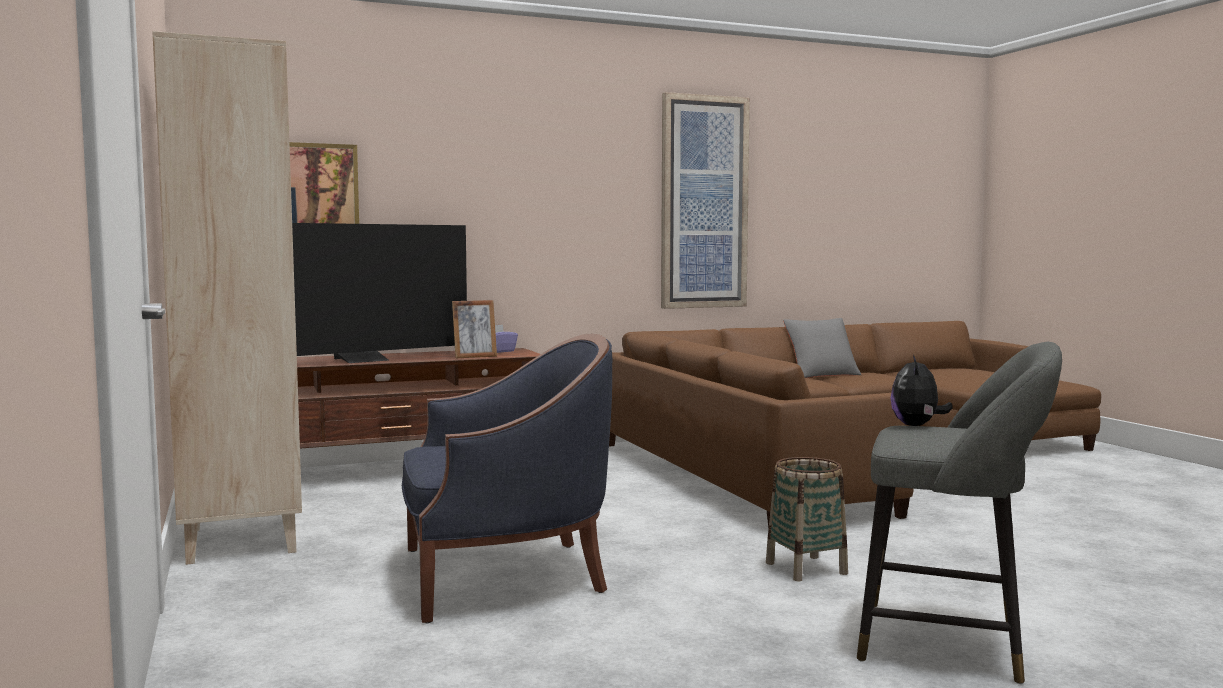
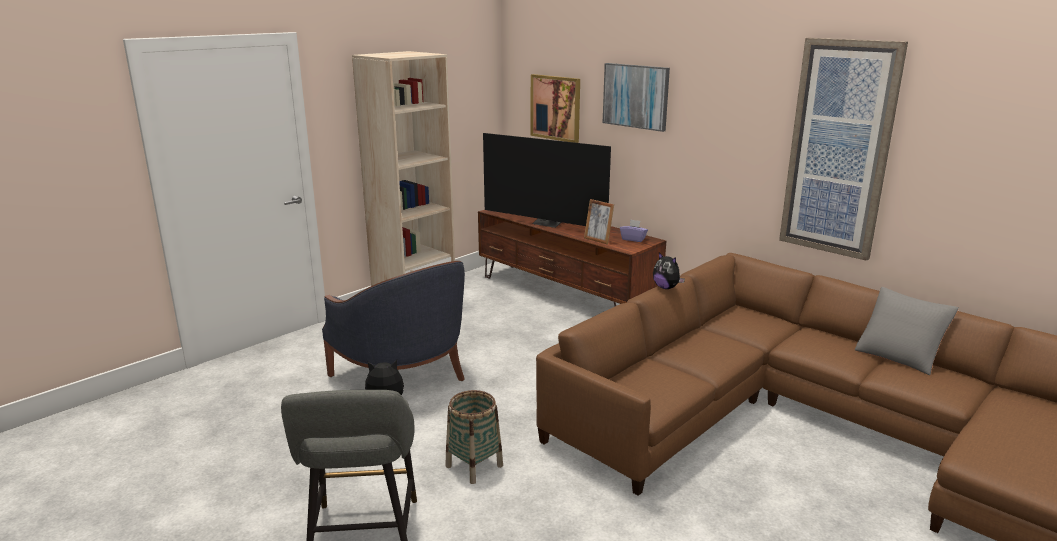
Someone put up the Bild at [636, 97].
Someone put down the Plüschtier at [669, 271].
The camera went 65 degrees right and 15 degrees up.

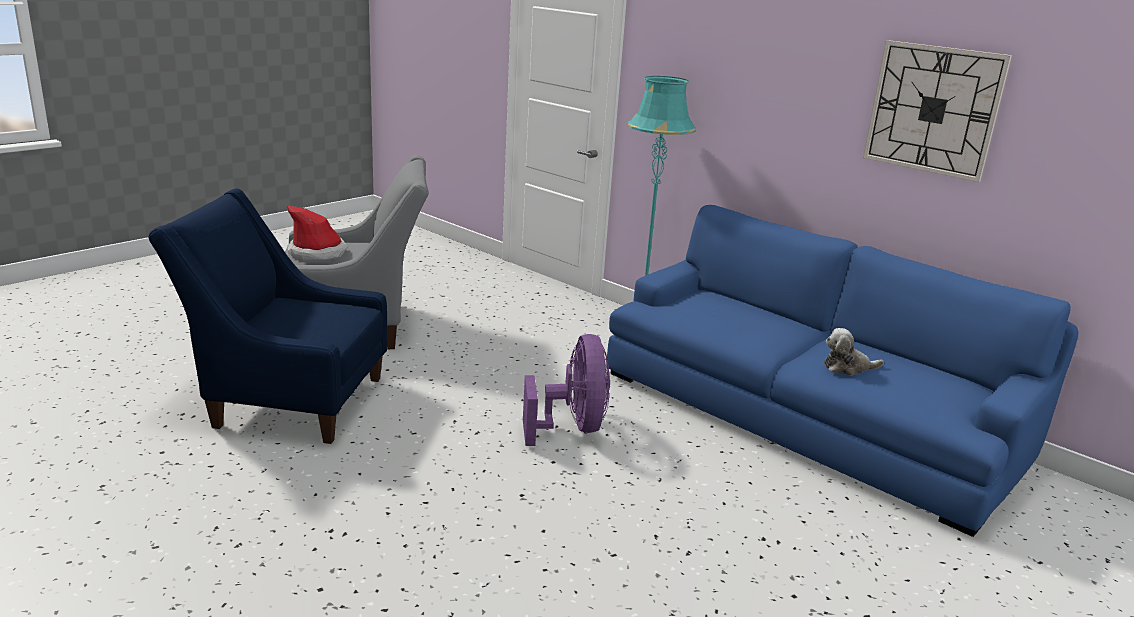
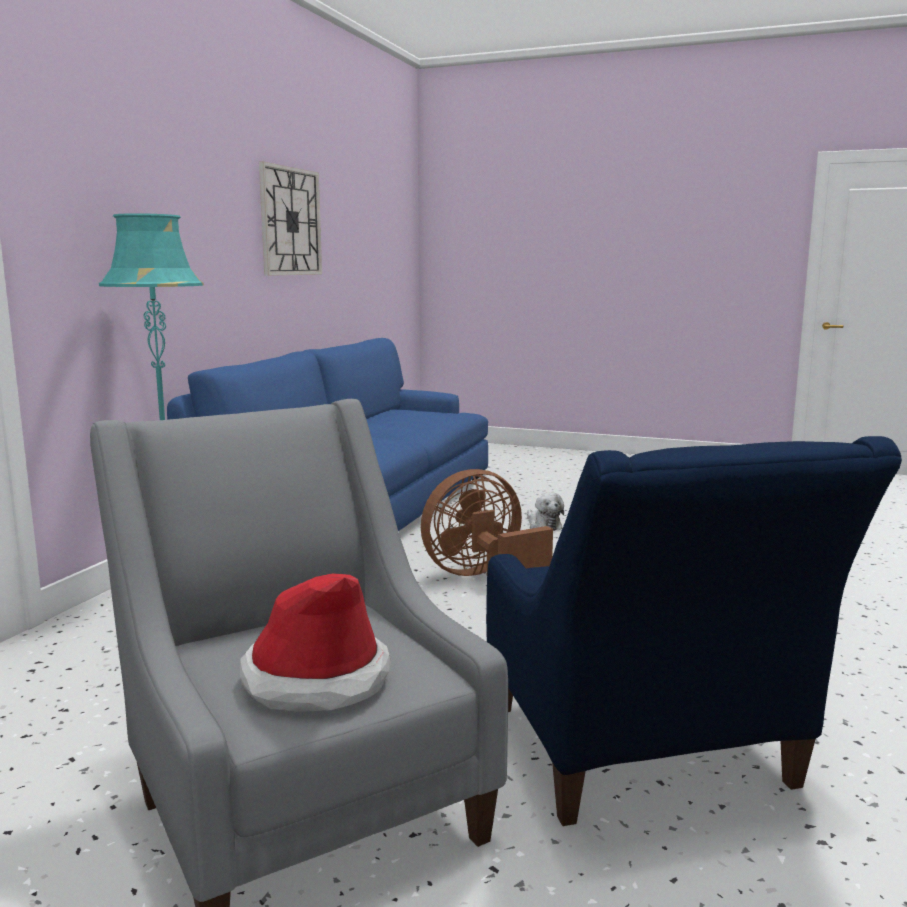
Someone carried the Plüschtier from [854, 352] to [545, 512].
Someone repainted the Ventilator [lila] at [566, 390], which became the Ventilator [braun] at [487, 522].
The camera went 110 degrees left and 10 degrees down.

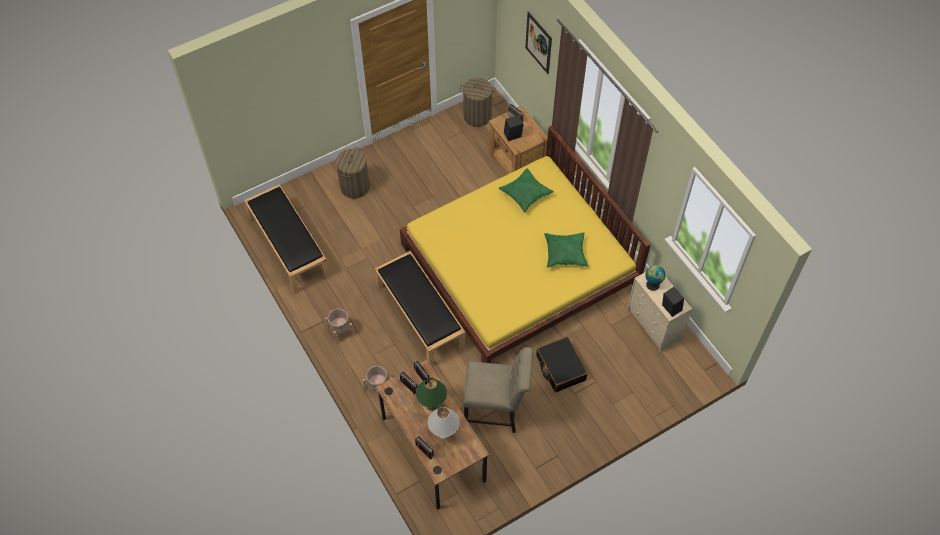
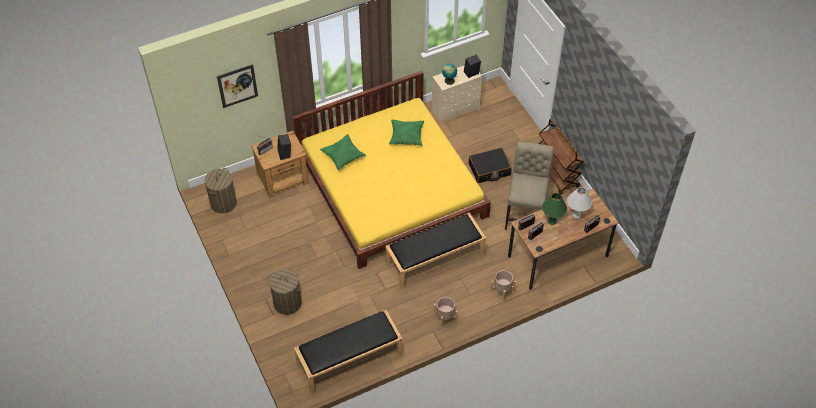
Someone put down the Rollwagen [braun] at [561, 157].
The camera went 85 degrees left and 5 degrees down.

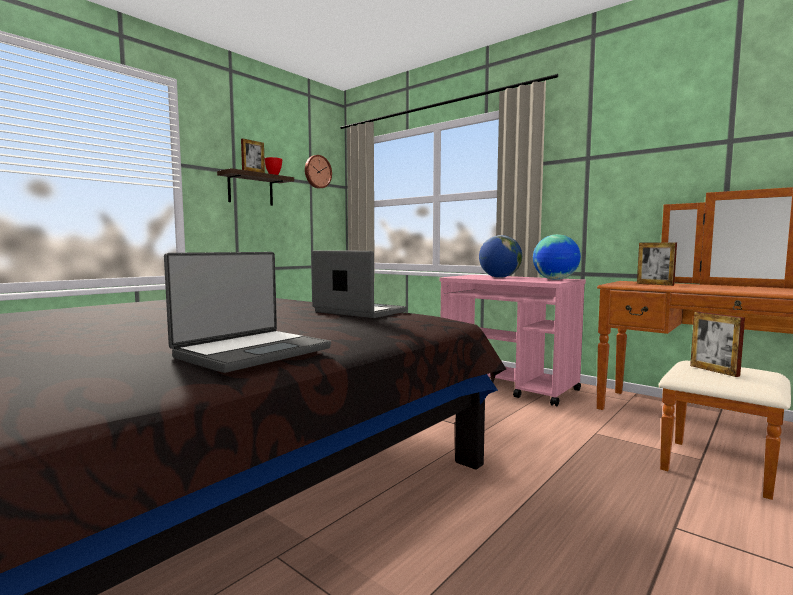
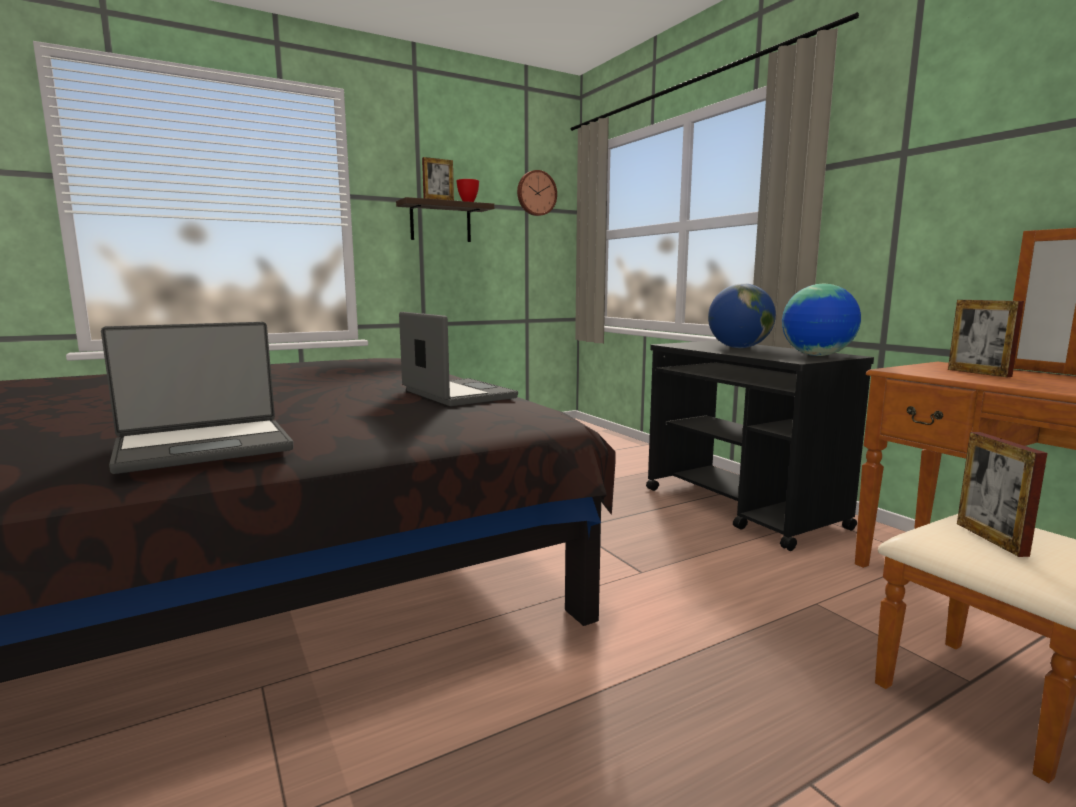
Someone repainted the Rollwagen [rosa] at [512, 341], which became the Rollwagen [schwarz] at [760, 445].
The camera went 20 degrees right and 5 degrees up.

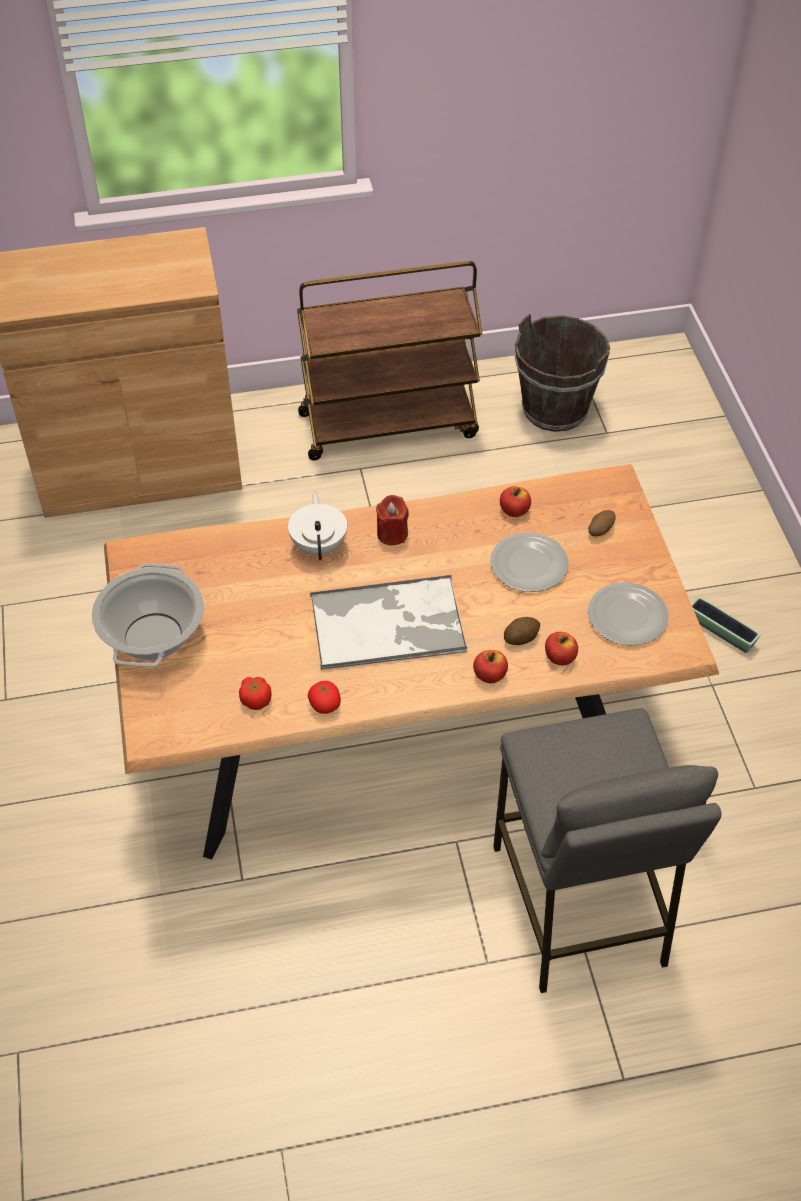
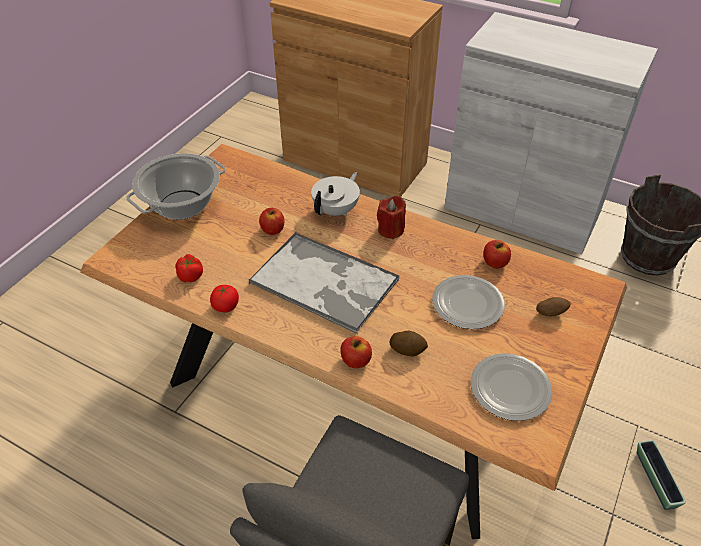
Someone swapped the Rollwagen [braun] at [389, 360] for the Schrank [weiß] at [551, 133].
Someone carried the Apfel from [561, 648] to [271, 221].
The camera went 40 degrees right and 5 degrees down.

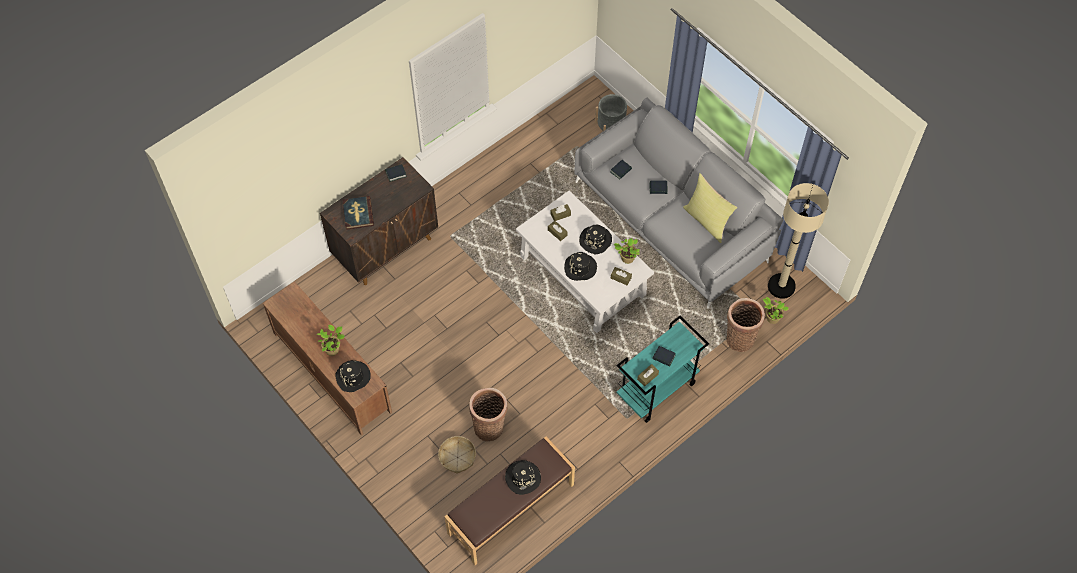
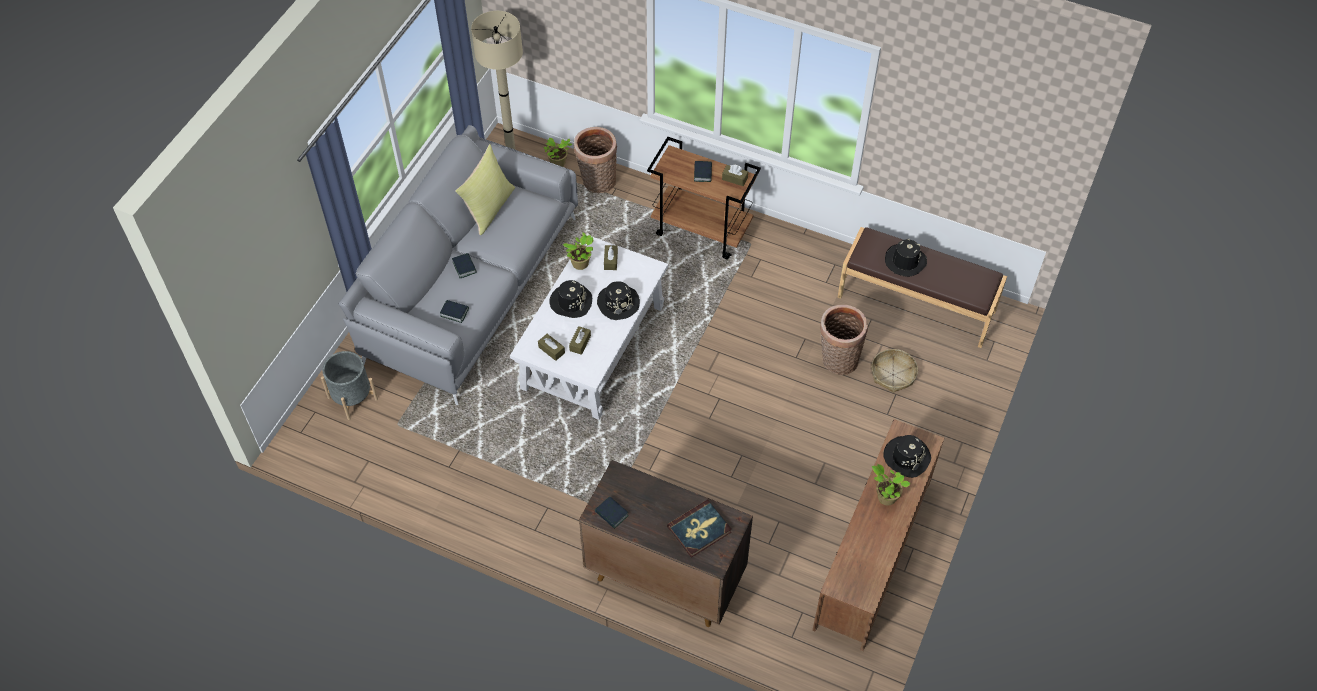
Someone repainted the Rollwagen [türkis] at [663, 369], which became the Rollwagen [braun] at [704, 198].
The camera went 115 degrees left and 5 degrees down.

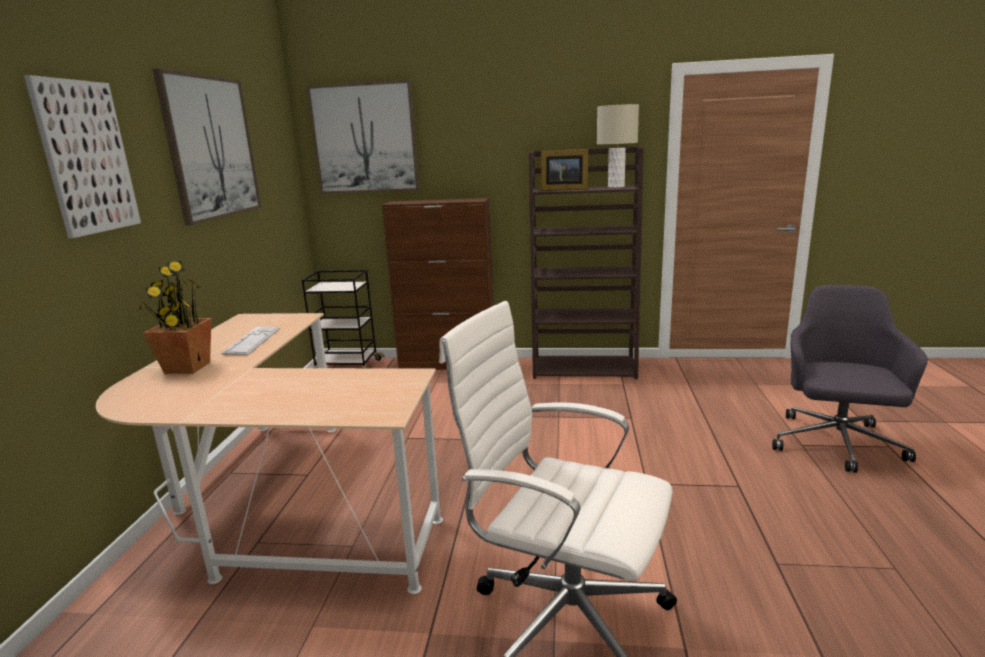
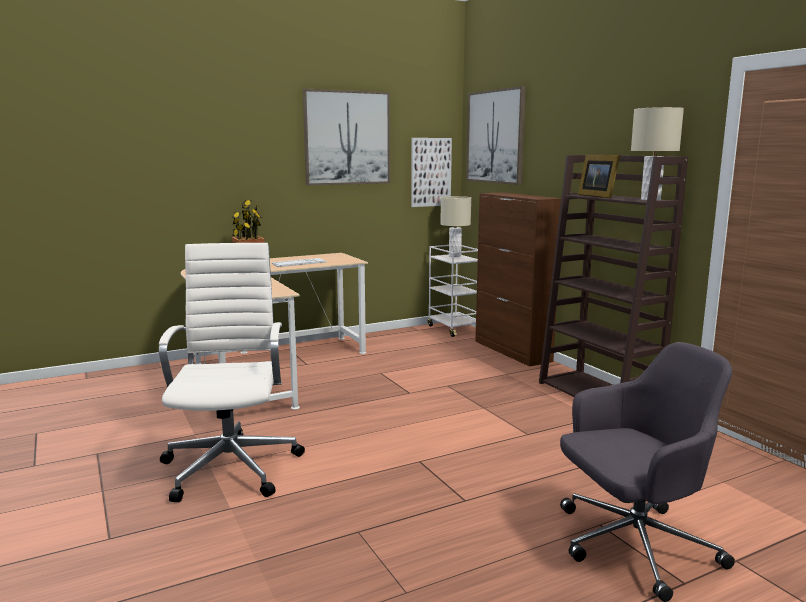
Someone carried the Bild from [82, 156] to [431, 172].
Someone repainted the Rollwagen [schwarz] at [343, 319], which became the Rollwagen [weiß] at [452, 291].
Someone put down the Tischlampe [beige] at [455, 226].
The camera went 55 degrees right and 5 degrees down.

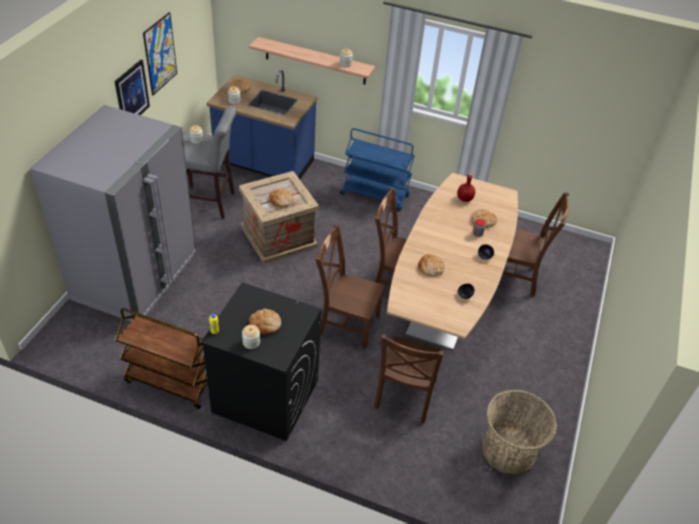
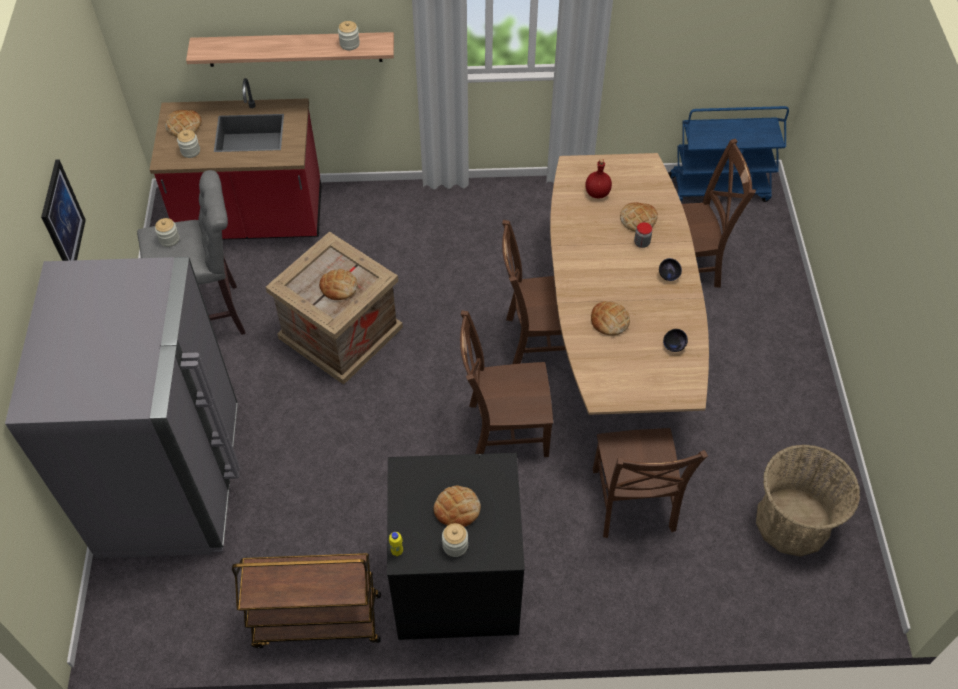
Someone took away the Bild at [160, 53].
Someone repainted the Küchenzeile [blau] at [262, 124], which became the Küchenzeile [rot] at [236, 159].
Someone carried the Rollwagen [blau] from [377, 169] to [729, 154].
The camera went 20 degrees left and 10 degrees up.

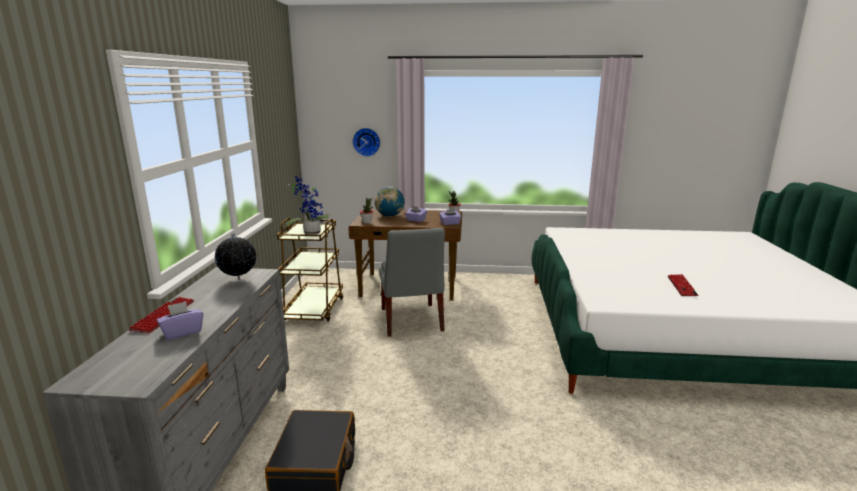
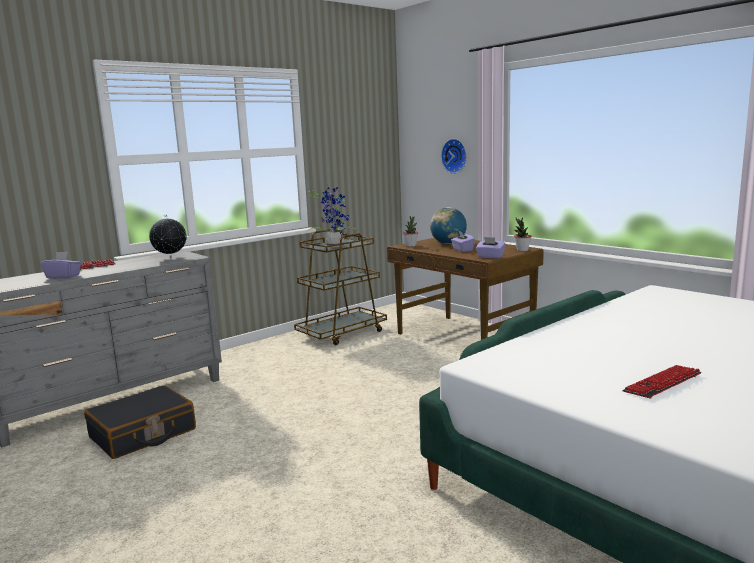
Someone took away the Stuhl [grau] at [412, 282].
The camera went 45 degrees right and 5 degrees down.

